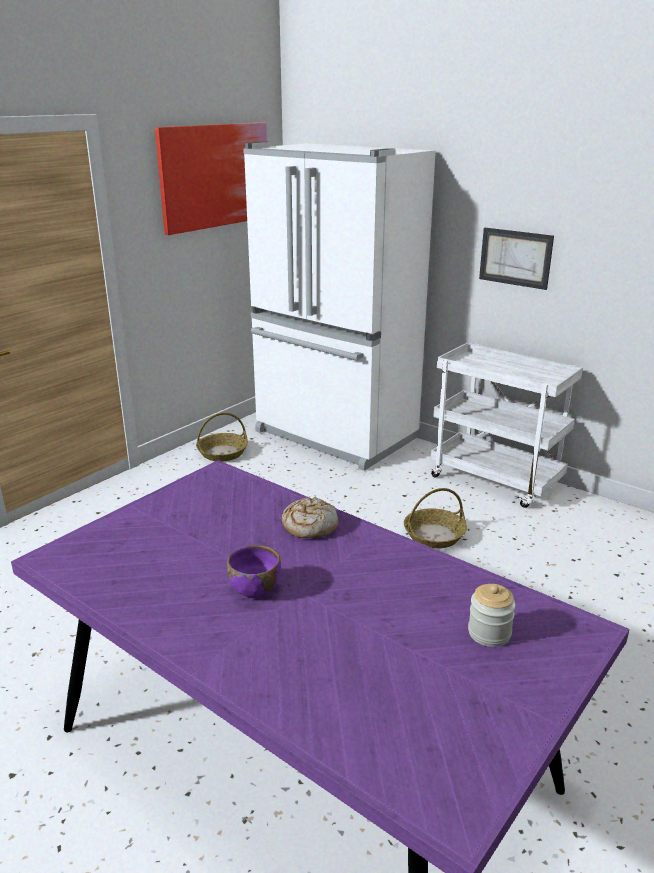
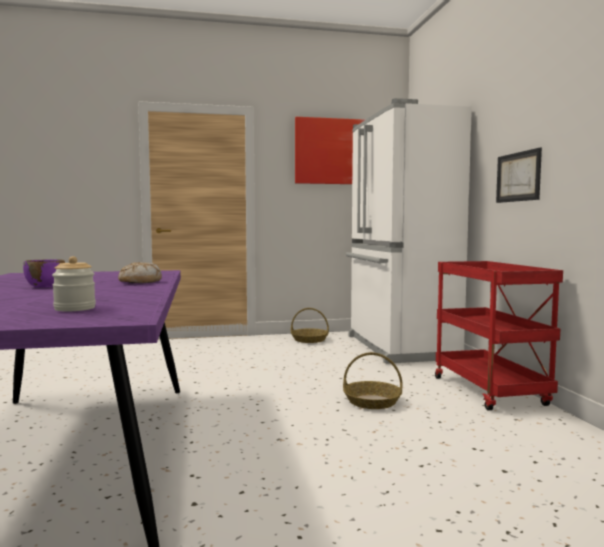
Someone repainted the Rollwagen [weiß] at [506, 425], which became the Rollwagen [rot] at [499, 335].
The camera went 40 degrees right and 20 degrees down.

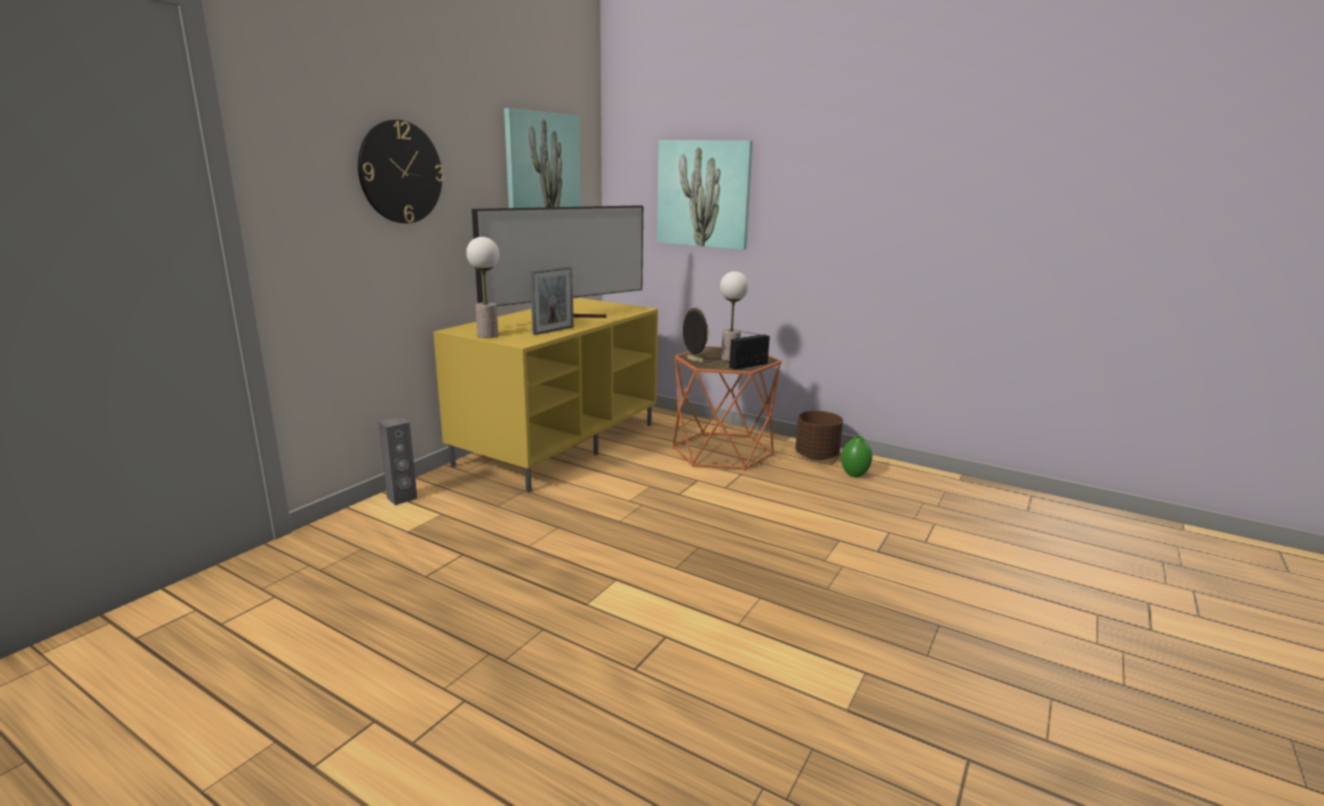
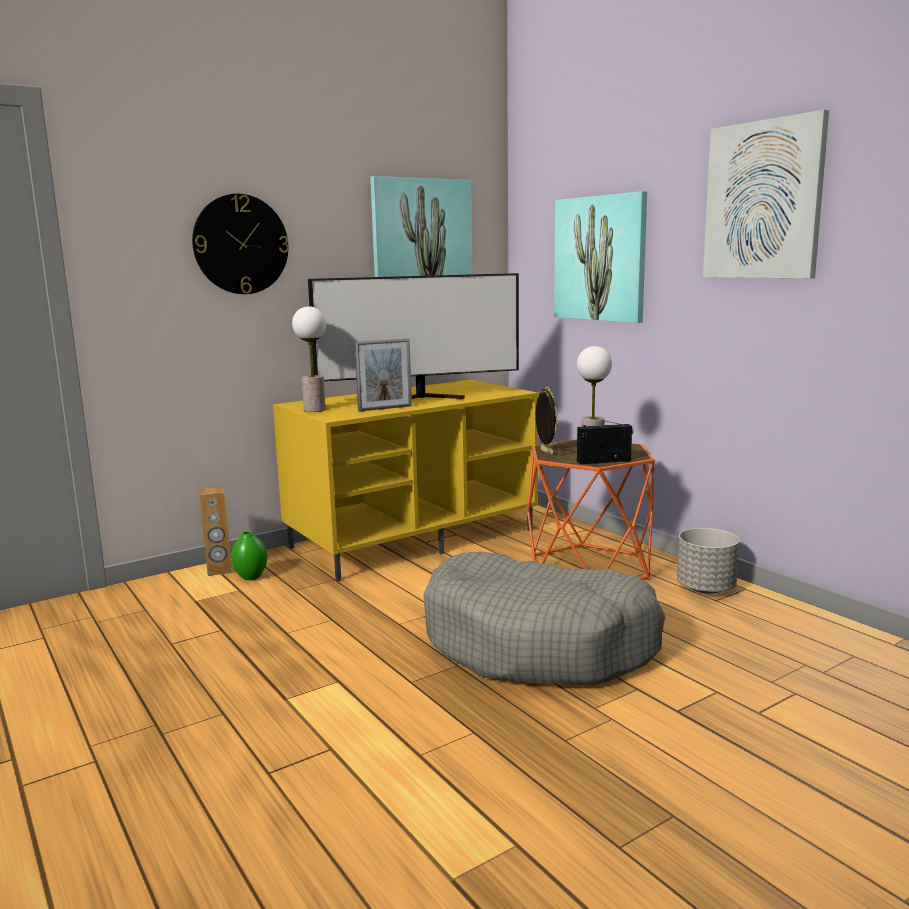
Someone repainted the Pflanzkübel [braun] at [819, 435], which became the Pflanzkübel [grau] at [708, 561].
Someone repainted the Lautsprecher [grau] at [398, 461], which became the Lautsprecher [braun] at [216, 531].
Someone carried the Vase [grün] from [856, 456] to [249, 555].
Someone put up the Bild at [766, 194].
Someone put down the Hundebett [grau] at [544, 618].
The camera went 25 degrees right and 5 degrees down.

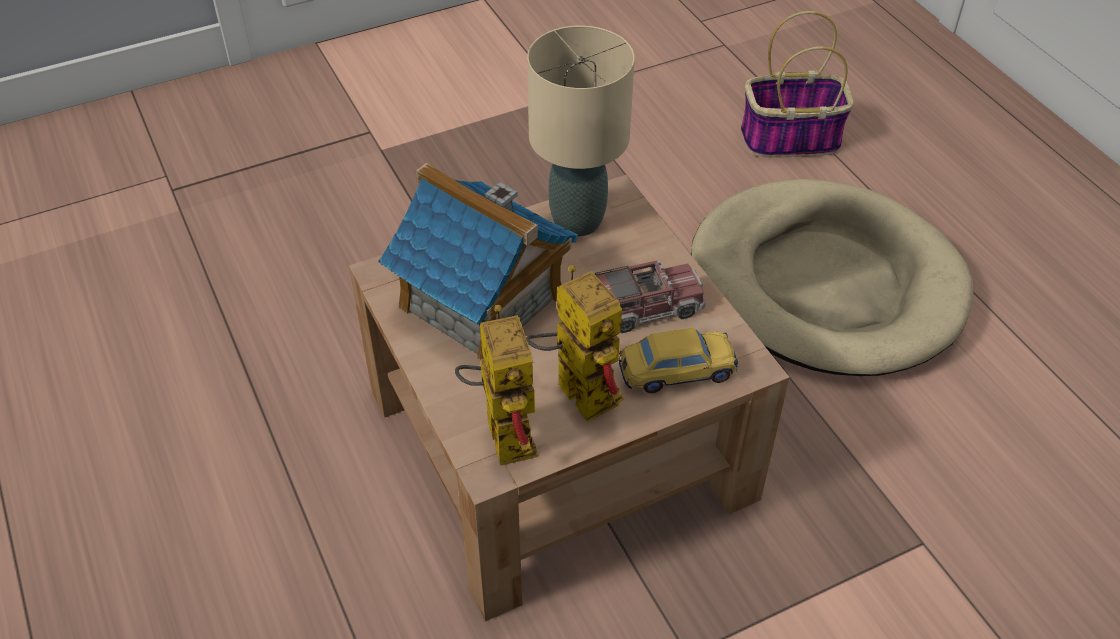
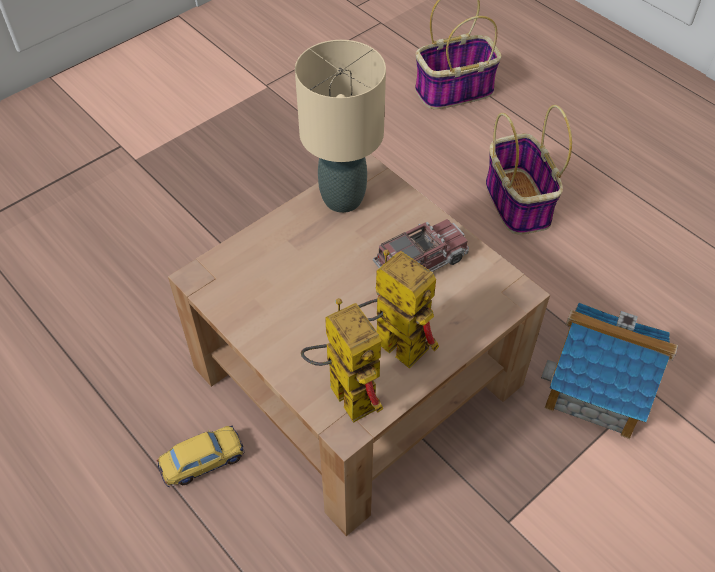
Someone carried the Spielzeughaus from [478, 262] to [609, 371].
Someone swapped the Hundebett [beige] at [832, 277] for the Korb at [529, 170].
Someone carried the Spielzeugauto from [678, 360] to [200, 456].
The camera went 15 degrees left and 5 degrees up.

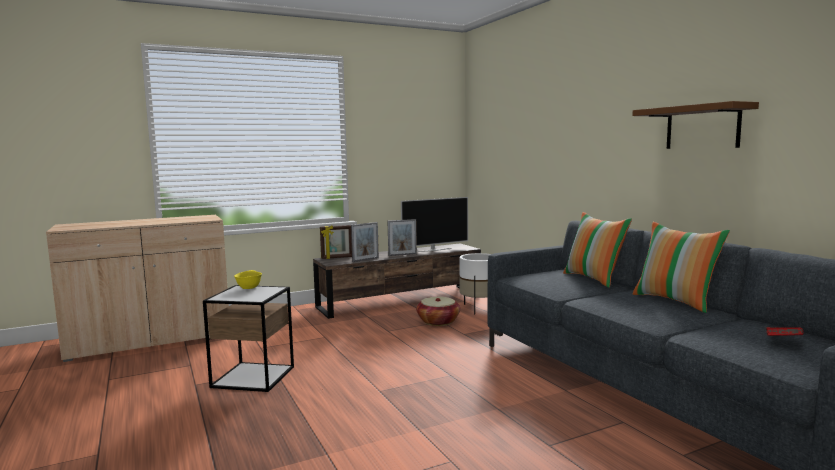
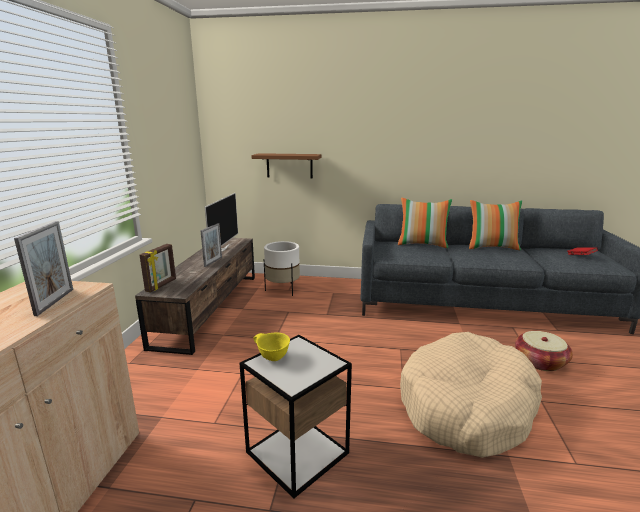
Someone carried the Wandregal [braun] from [695, 125] to [286, 165].
Someone carried the Bilderrahmen from [365, 242] to [43, 268].
Someone carried the Korb from [438, 311] to [544, 351].
Someone put down the Hundebett [beige] at [471, 395].
The camera went 55 degrees left and 10 degrees up.

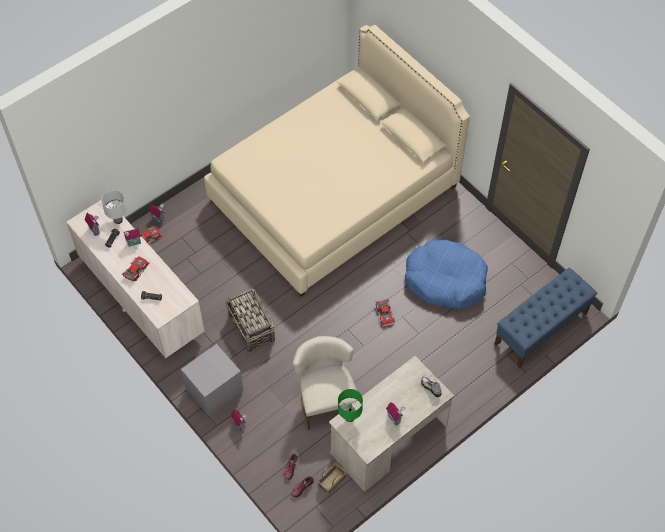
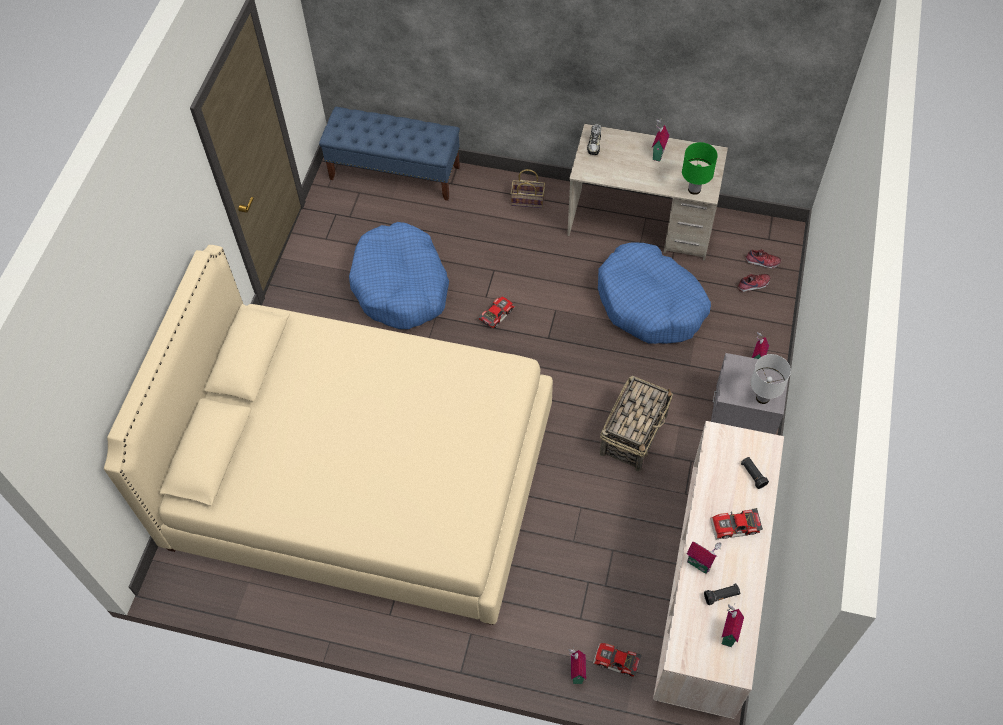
Someone carried the Tischlampe [weiß] from [114, 207] to [770, 379].
Someone swapped the Stuhl [beige] at [325, 383] for the Hundebett [blau] at [654, 293].
Someone carried the Korb from [332, 479] to [528, 188].
The camera went 125 degrees left and 0 degrees up.

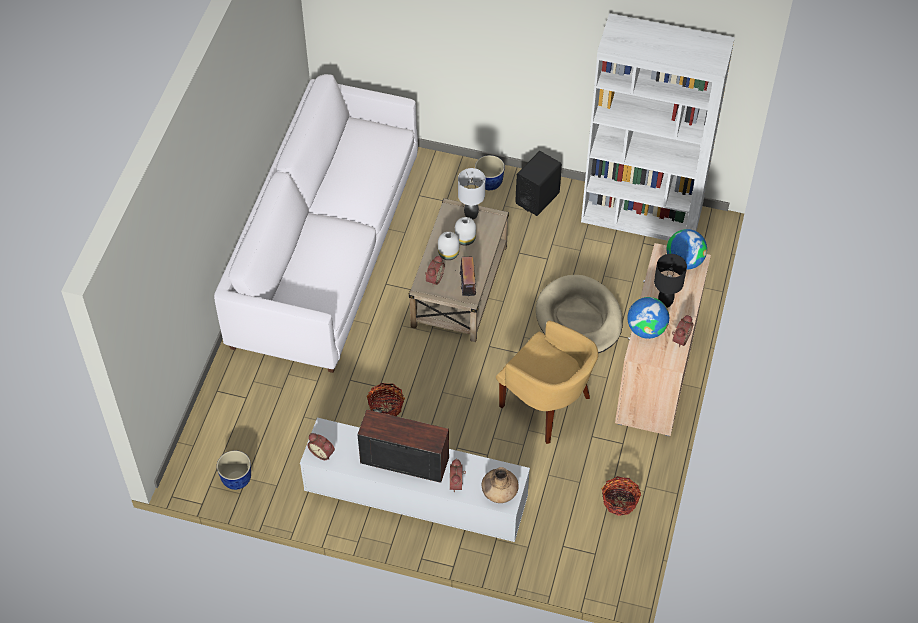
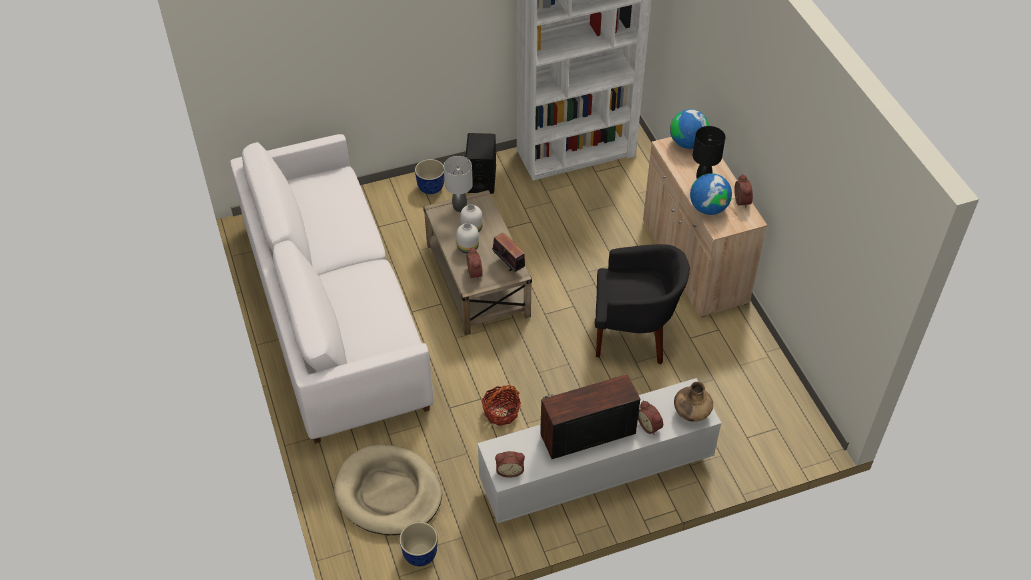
Someone carried the Hundebett [beige] from [579, 314] to [388, 490].
Someone repainted the Sessel [gelb] at [547, 382], which became the Sessel [schwarz] at [642, 304].
Someone took away the Korb at [621, 496].
The camera went 35 degrees left and 5 degrees down.

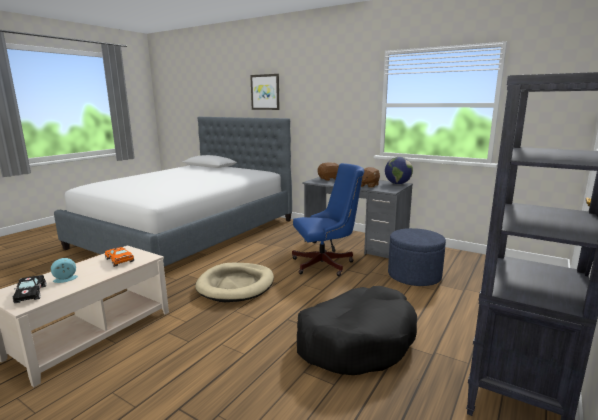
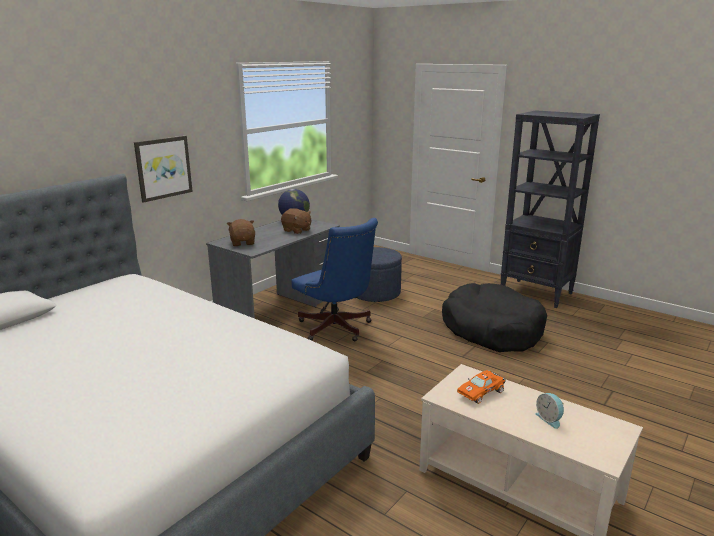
Someone carried the Bild from [265, 92] to [163, 169].
Someone rotated the Bürostuhl [blau] at [328, 219] by 150 degrees clockwise.
Someone took away the Hundebett [beige] at [234, 282].
Someone took away the Spielzeugauto [schwarz] at [29, 289].
The camera went 85 degrees left and 5 degrees up.

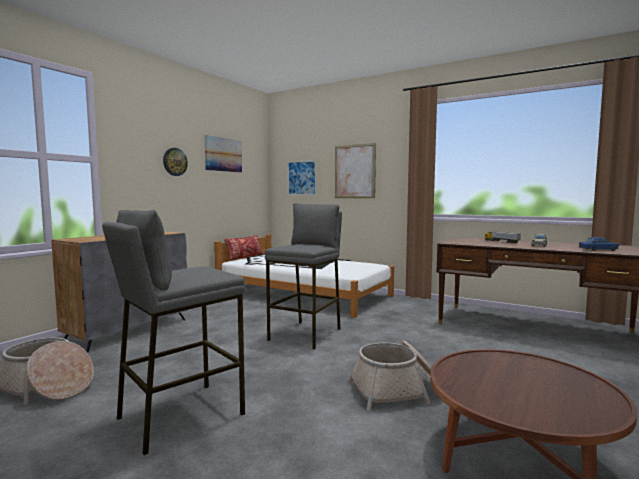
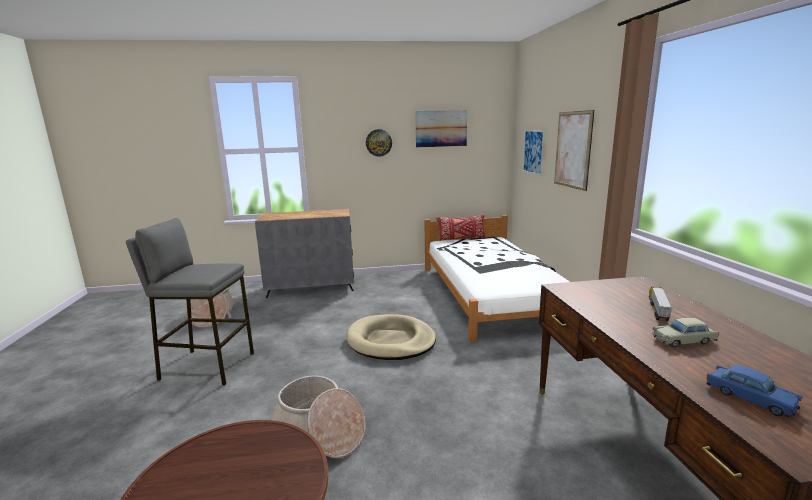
Someone swapped the Hocker [grau] at [303, 276] for the Hundebett [beige] at [391, 337].
The camera went 50 degrees right and 10 degrees up.

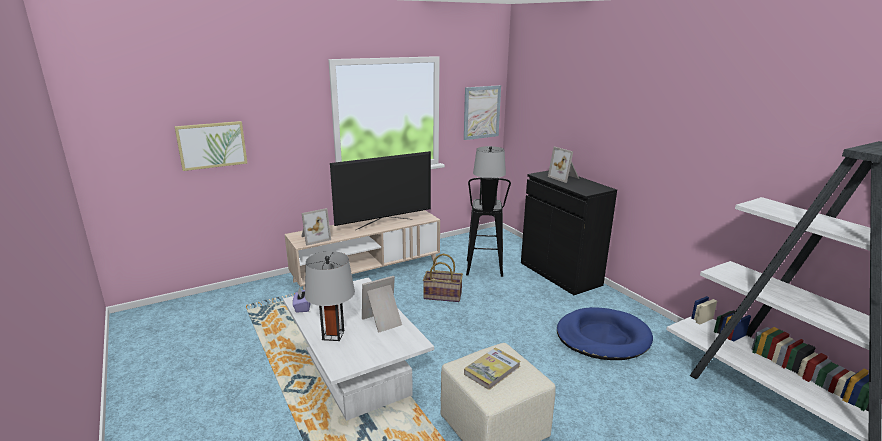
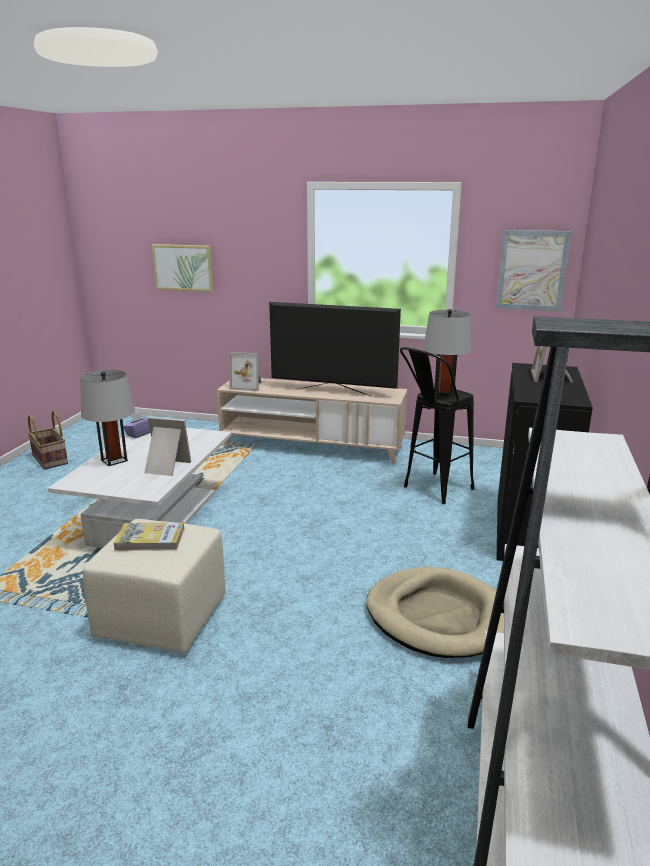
Someone carried the Korb from [443, 278] to [48, 439].
Someone repainted the Hundebett [blau] at [605, 333], which became the Hundebett [beige] at [435, 612].
The camera went 45 degrees right and 0 degrees up.

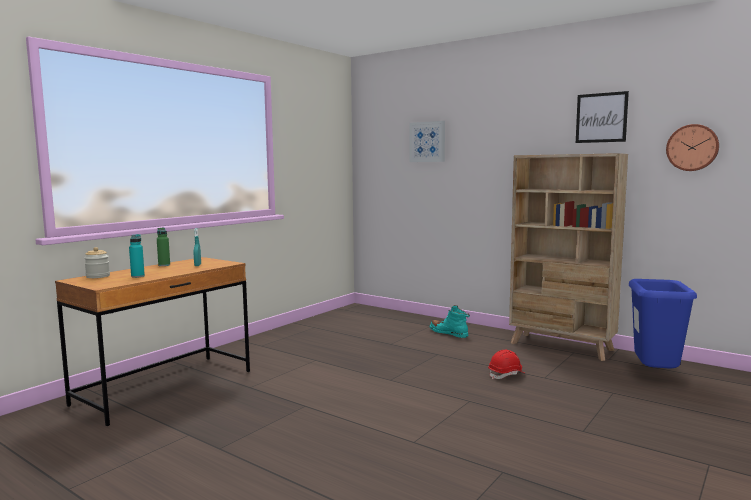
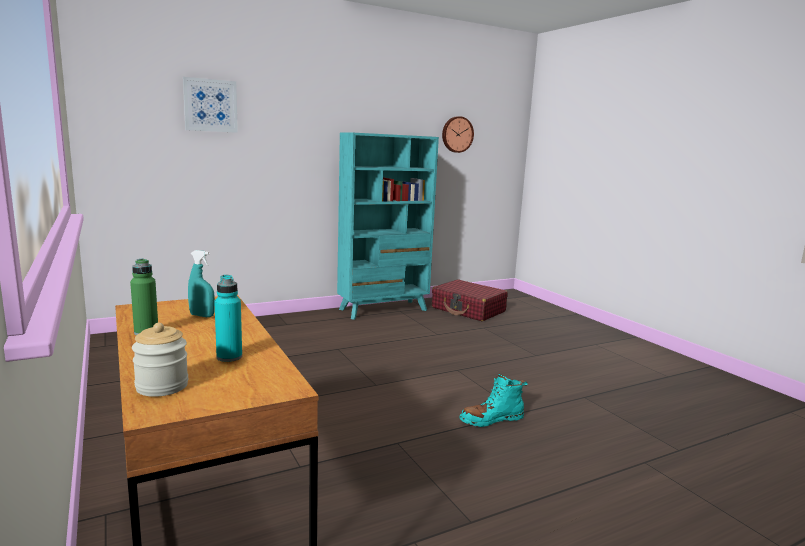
Someone took away the Bild at [602, 117].
Someone repainted the Bücherregal [beige] at [568, 257], which became the Bücherregal [türkis] at [388, 226].
Someone swapped the Mülleimer [blau] at [663, 323] for the Koffer [rot] at [470, 300].
Someone carried the Stiefel [türkis] from [449, 321] to [493, 400].
Someone took away the Schutzhelm [rot] at [507, 364].
The camera went 65 degrees left and 5 degrees up.

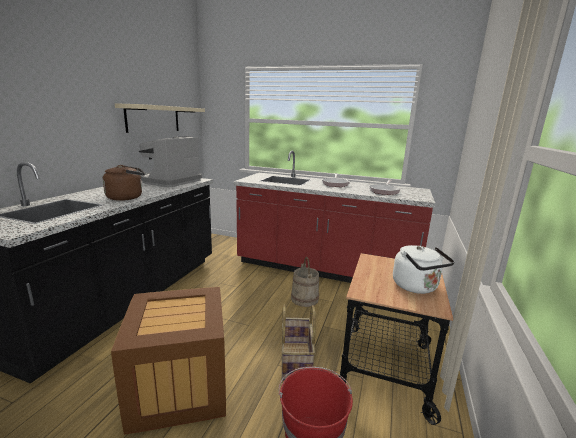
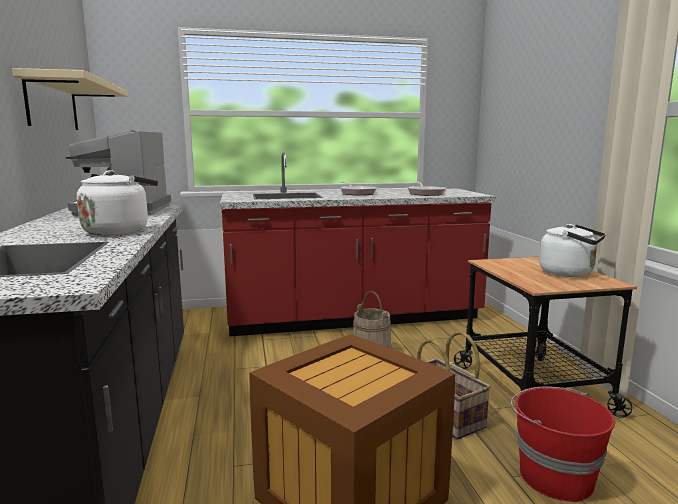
Someone repainted the Wasserkessel [braun] at [124, 183], which became the Wasserkessel [weiß] at [117, 202].
The camera went 30 degrees left and 5 degrees down.

